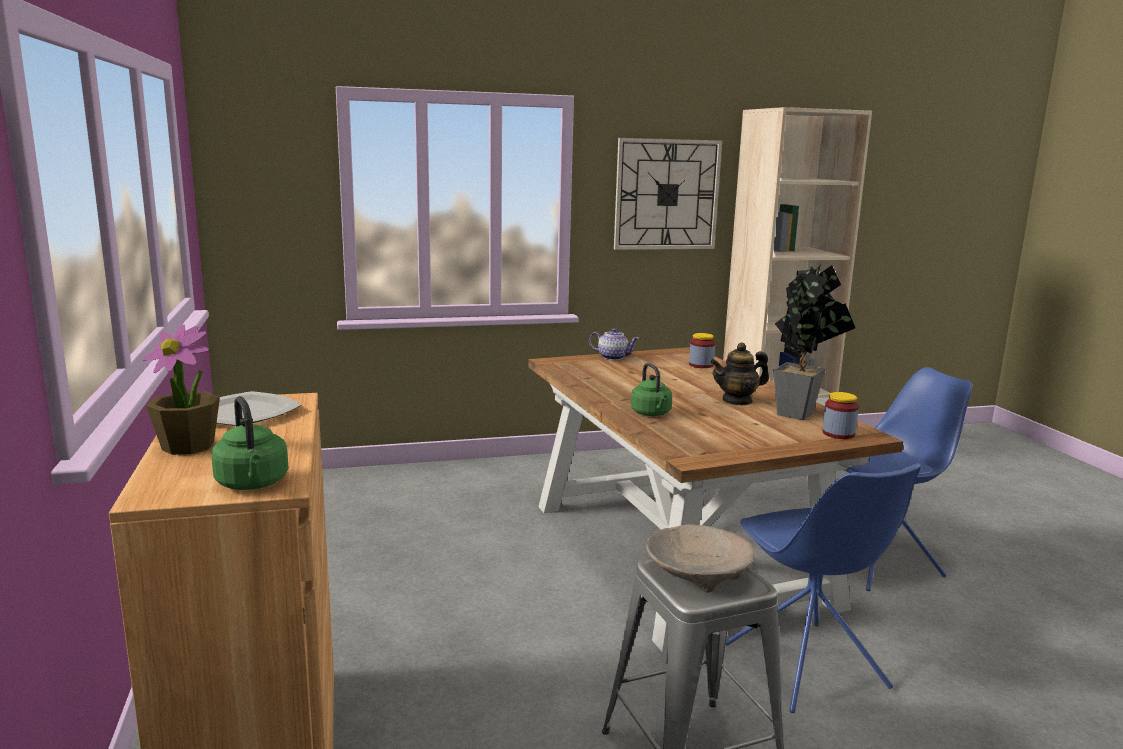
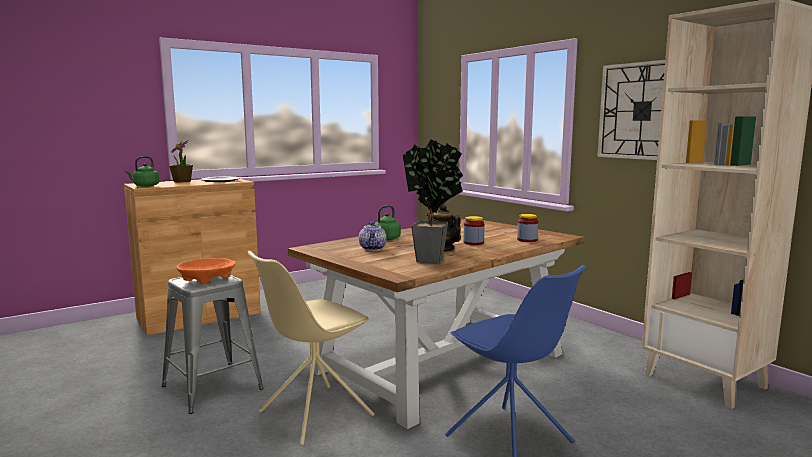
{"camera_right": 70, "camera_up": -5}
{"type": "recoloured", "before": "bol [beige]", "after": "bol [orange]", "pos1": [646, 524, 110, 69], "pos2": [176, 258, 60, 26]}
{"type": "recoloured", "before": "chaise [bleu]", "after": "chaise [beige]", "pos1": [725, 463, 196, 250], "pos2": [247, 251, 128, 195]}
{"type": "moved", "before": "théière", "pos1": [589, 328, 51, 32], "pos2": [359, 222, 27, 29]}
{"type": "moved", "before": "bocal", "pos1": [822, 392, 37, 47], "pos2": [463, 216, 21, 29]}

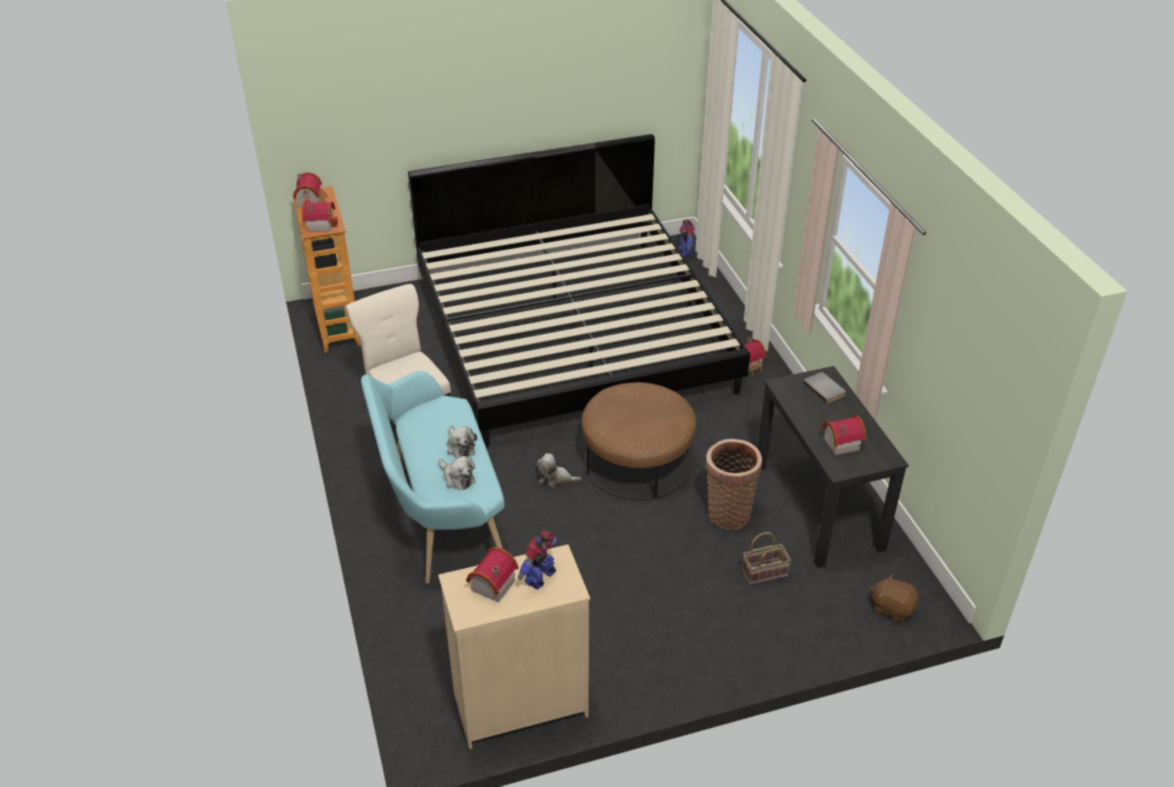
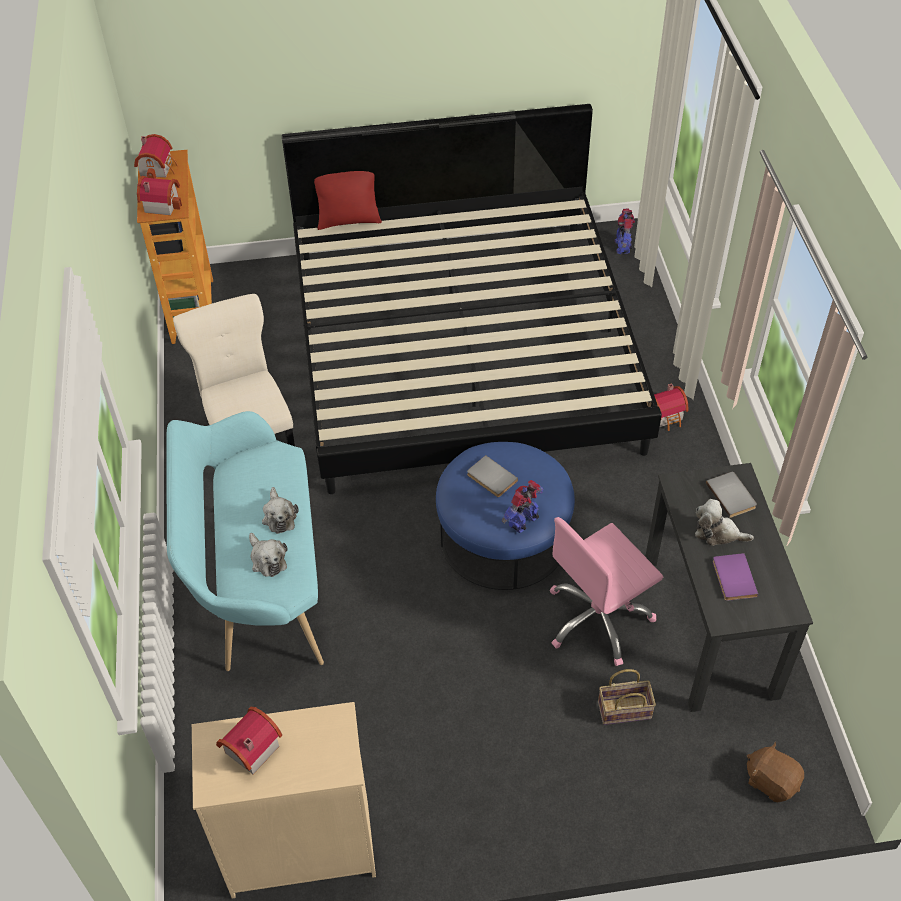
{"camera_right": 10, "camera_up": 10}
{"type": "added", "after": "coussin [rouge]", "pos2": [314, 171, 68, 59]}
{"type": "recoloured", "before": "pouf [marron]", "after": "pouf [bleu]", "pos1": [582, 382, 114, 118], "pos2": [436, 442, 139, 148]}
{"type": "added", "after": "livre [gris]", "pos2": [467, 455, 51, 42]}
{"type": "moved", "before": "robot jouet", "pos1": [518, 531, 40, 59], "pos2": [502, 480, 41, 53]}
{"type": "replaced", "before": "panier", "after": "chaise de bureau [rose]", "pos1": [706, 439, 56, 91], "pos2": [550, 517, 113, 149]}
{"type": "moved", "before": "peluche", "pos1": [537, 453, 44, 35], "pos2": [695, 499, 59, 47]}
{"type": "replaced", "before": "maison miniature", "after": "livre [violet]", "pos1": [822, 415, 44, 41], "pos2": [713, 553, 45, 48]}

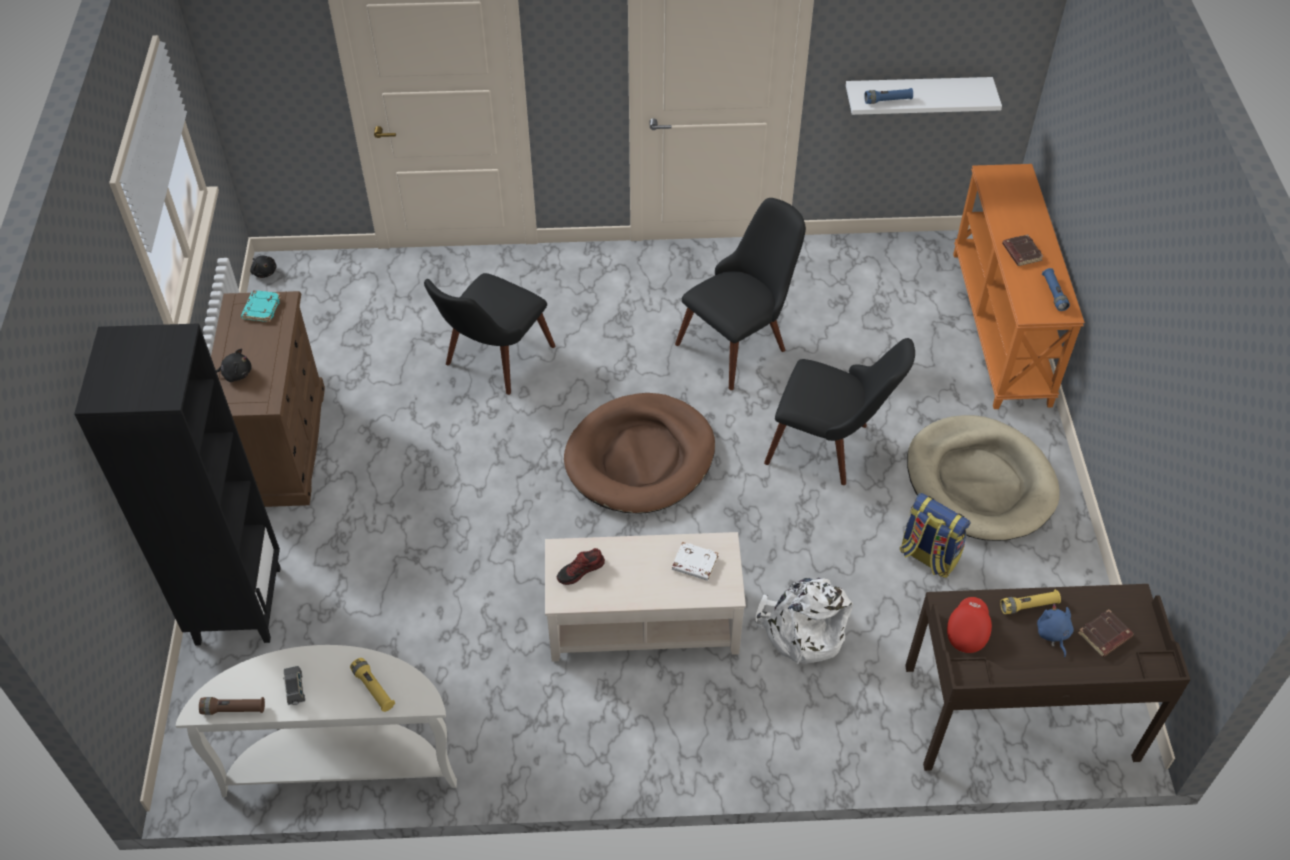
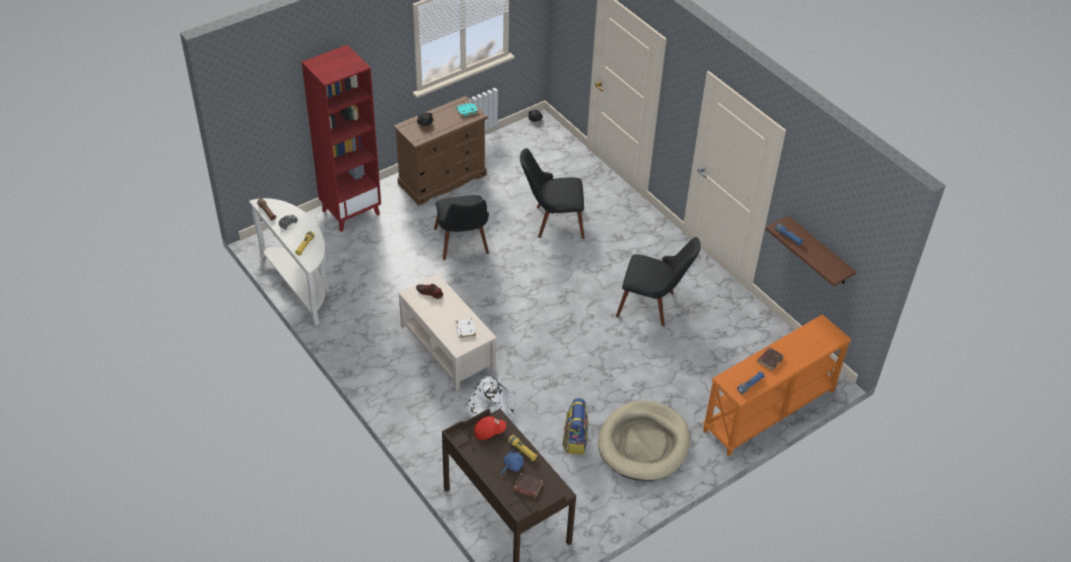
{"camera_right": 55, "camera_up": -5}
{"type": "recoloured", "before": "bibliothèque [noir]", "after": "bibliothèque [rouge]", "pos1": [74, 323, 207, 323], "pos2": [302, 45, 79, 187]}
{"type": "moved", "before": "chaise [noir]", "pos1": [764, 338, 151, 147], "pos2": [434, 195, 55, 65]}
{"type": "recoloured", "before": "étagère [blanc]", "after": "étagère [marron]", "pos1": [846, 77, 156, 38], "pos2": [766, 216, 90, 71]}
{"type": "removed", "before": "panier pour chien [marron]", "pos1": [564, 393, 151, 121]}

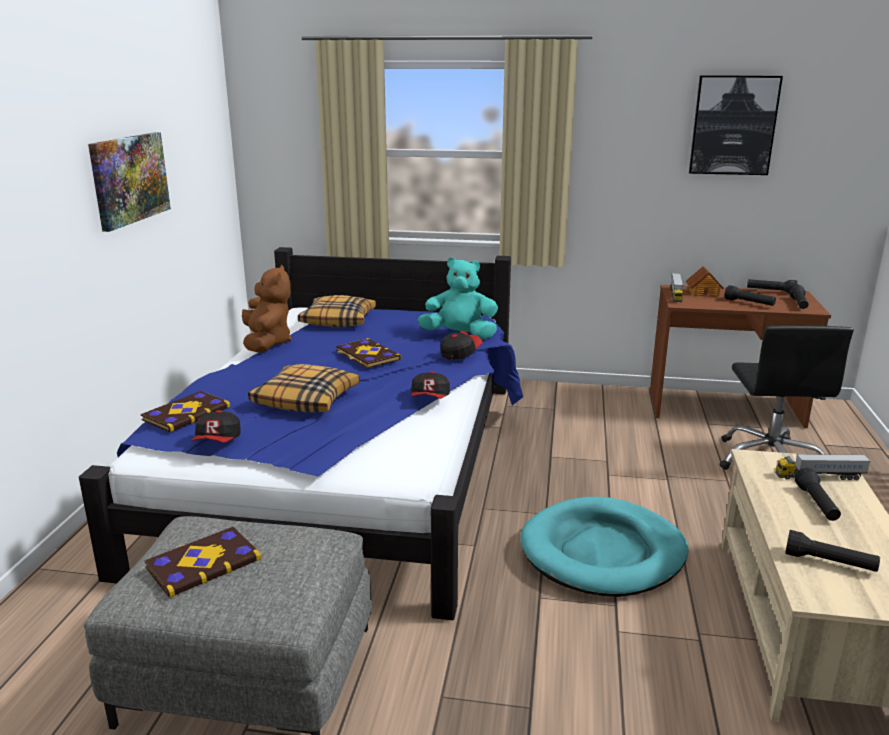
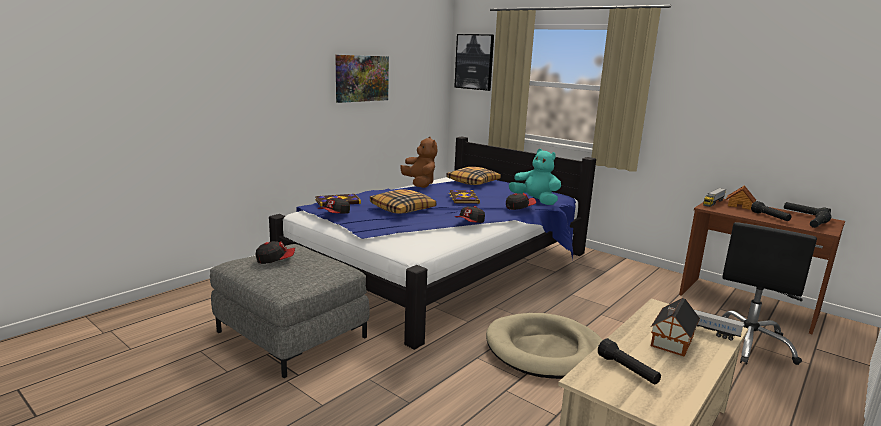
{"camera_right": 30, "camera_up": -5}
{"type": "replaced", "before": "livre", "after": "casquette", "pos1": [145, 527, 116, 71], "pos2": [256, 241, 39, 23]}
{"type": "turned", "before": "peluche [marron]", "pos1": [242, 265, 50, 88], "pos2": [400, 137, 37, 51], "turn": -45}
{"type": "moved", "before": "tableau", "pos1": [689, 75, 94, 100], "pos2": [454, 34, 40, 57]}
{"type": "recoloured", "before": "panier pour chien [turquoise]", "after": "panier pour chien [beige]", "pos1": [520, 497, 168, 100], "pos2": [486, 313, 117, 66]}
{"type": "replaced", "before": "lampe de poche [noir]", "after": "maison miniature", "pos1": [795, 468, 46, 53], "pos2": [651, 298, 49, 59]}

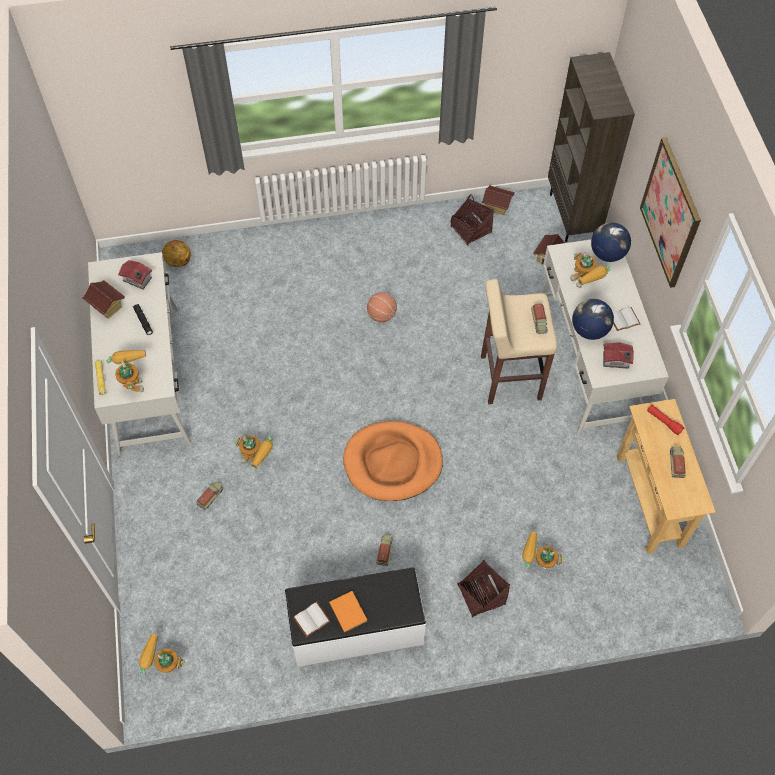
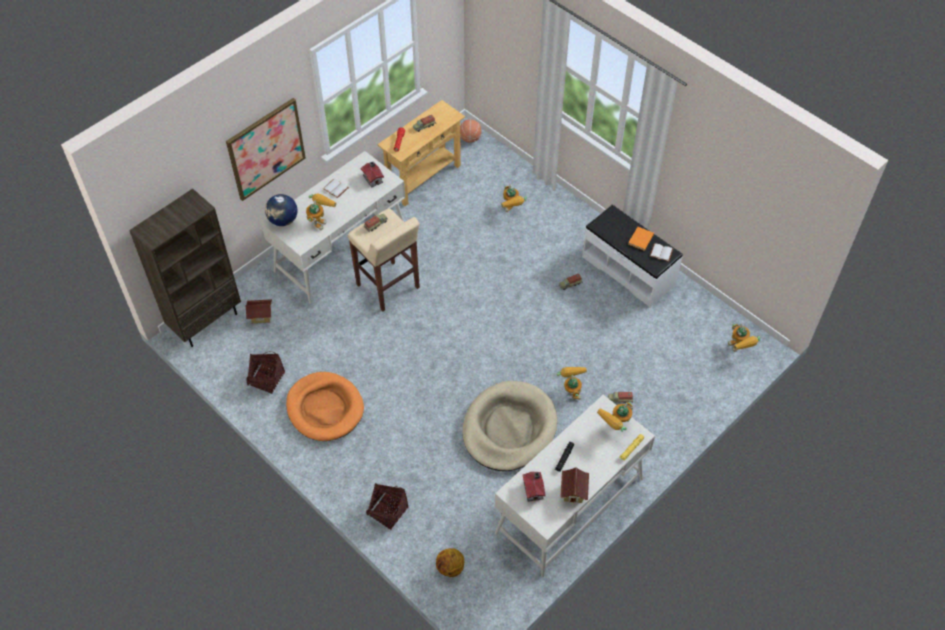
{"camera_right": -125, "camera_up": -5}
{"type": "moved", "before": "panier pour chien [orange]", "pos1": [343, 421, 100, 80], "pos2": [286, 372, 78, 69]}
{"type": "moved", "before": "panier", "pos1": [457, 560, 53, 58], "pos2": [366, 483, 42, 47]}
{"type": "moved", "before": "ballon de basket", "pos1": [367, 292, 30, 31], "pos2": [460, 119, 21, 24]}
{"type": "added", "after": "panier pour chien [beige]", "pos2": [463, 381, 94, 90]}
{"type": "removed", "before": "maison miniature", "pos1": [481, 185, 34, 30]}
{"type": "removed", "before": "globe", "pos1": [572, 299, 42, 41]}

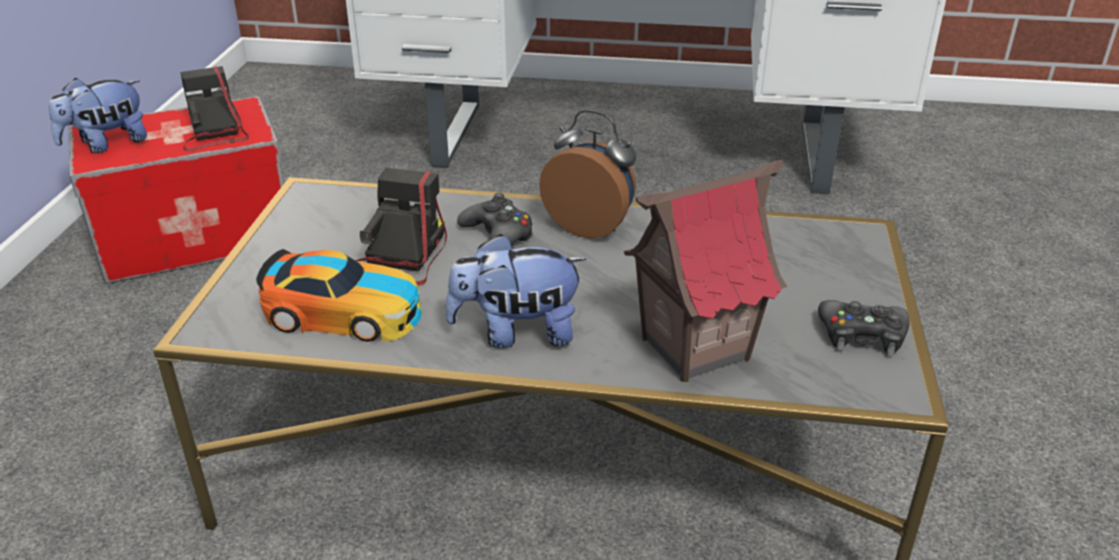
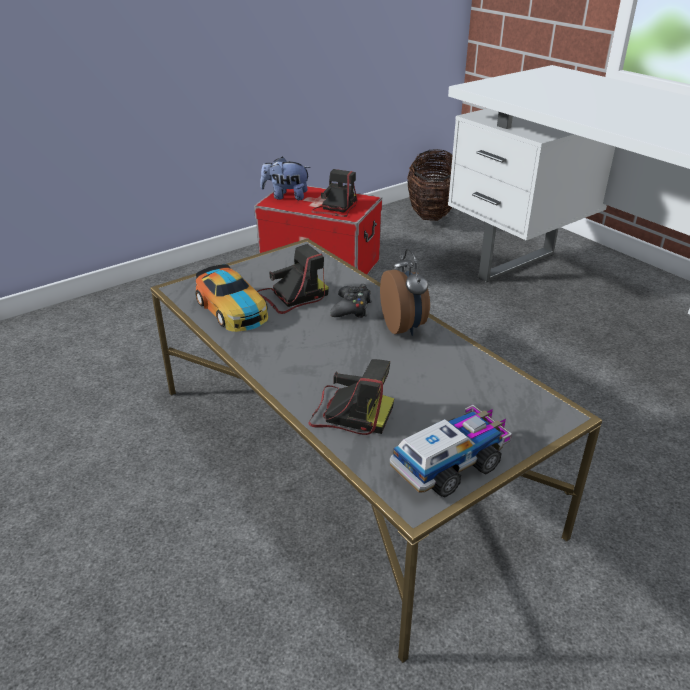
{"camera_right": 45, "camera_up": 0}
{"type": "replaced", "before": "maison miniature", "after": "appareil photo", "pos1": [624, 160, 163, 222], "pos2": [308, 359, 86, 76]}
{"type": "replaced", "before": "manette [noir]", "after": "camion jouet", "pos1": [818, 300, 92, 56], "pos2": [390, 405, 122, 92]}
{"type": "added", "after": "panier", "pos2": [407, 149, 46, 72]}
{"type": "removed", "before": "peluche", "pos1": [446, 234, 141, 114]}

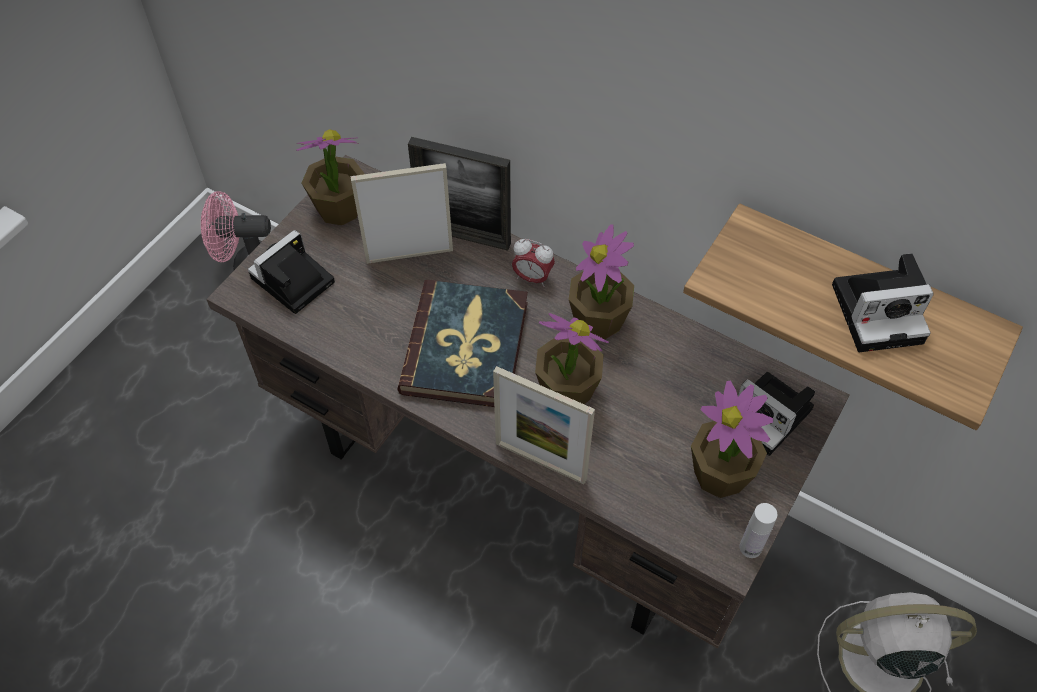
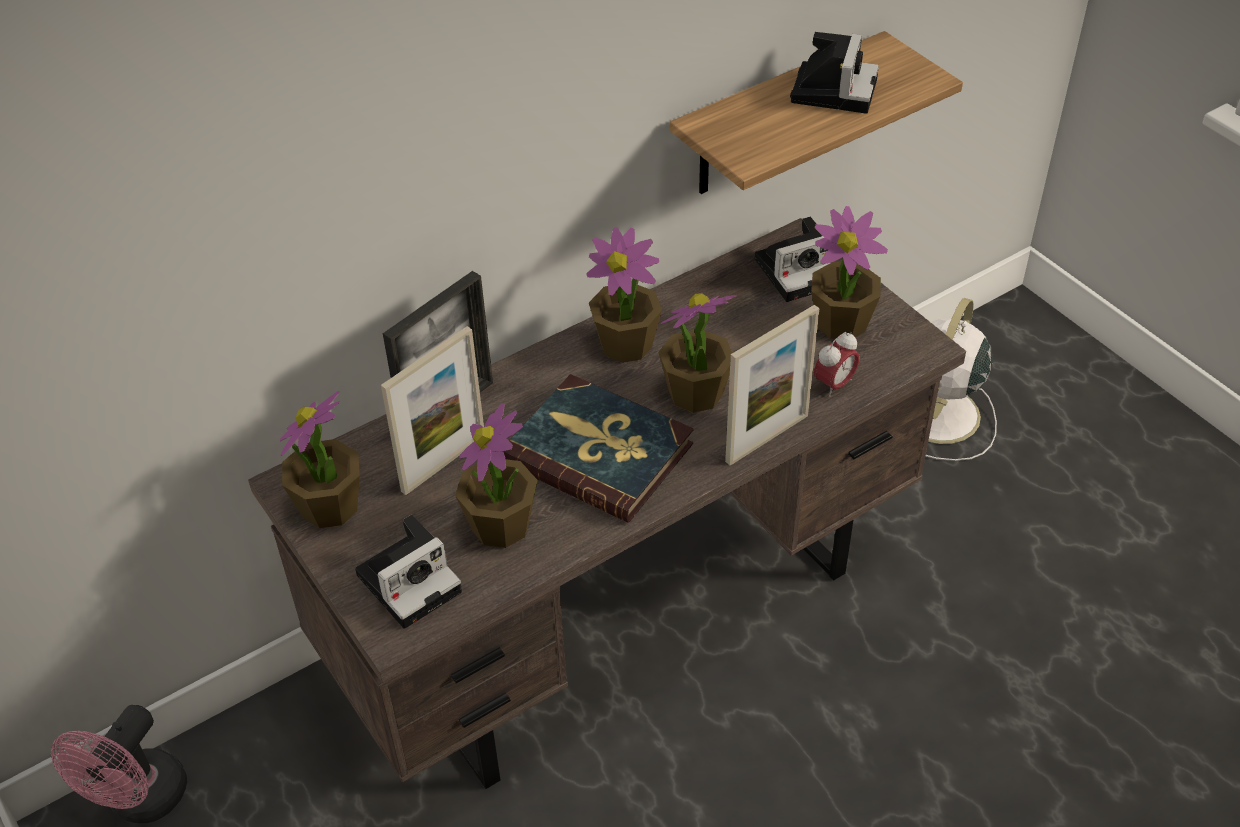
{"camera_right": -65, "camera_up": -10}
{"type": "turned", "before": "appareil photo", "pos1": [248, 230, 87, 84], "pos2": [355, 515, 107, 114], "turn": -105}
{"type": "turned", "before": "cadre photo", "pos1": [351, 163, 102, 101], "pos2": [381, 326, 103, 169], "turn": -150}
{"type": "added", "after": "plante en pot", "pos2": [455, 404, 83, 144]}
{"type": "moved", "before": "réveil", "pos1": [512, 239, 43, 48], "pos2": [814, 332, 45, 65]}
{"type": "removed", "before": "bouteille [blanc]", "pos1": [739, 503, 38, 55]}

